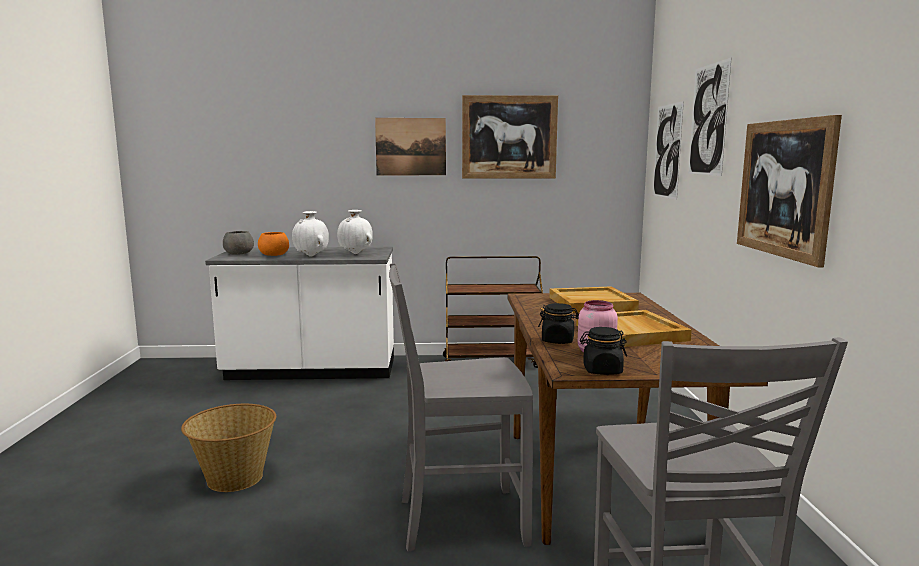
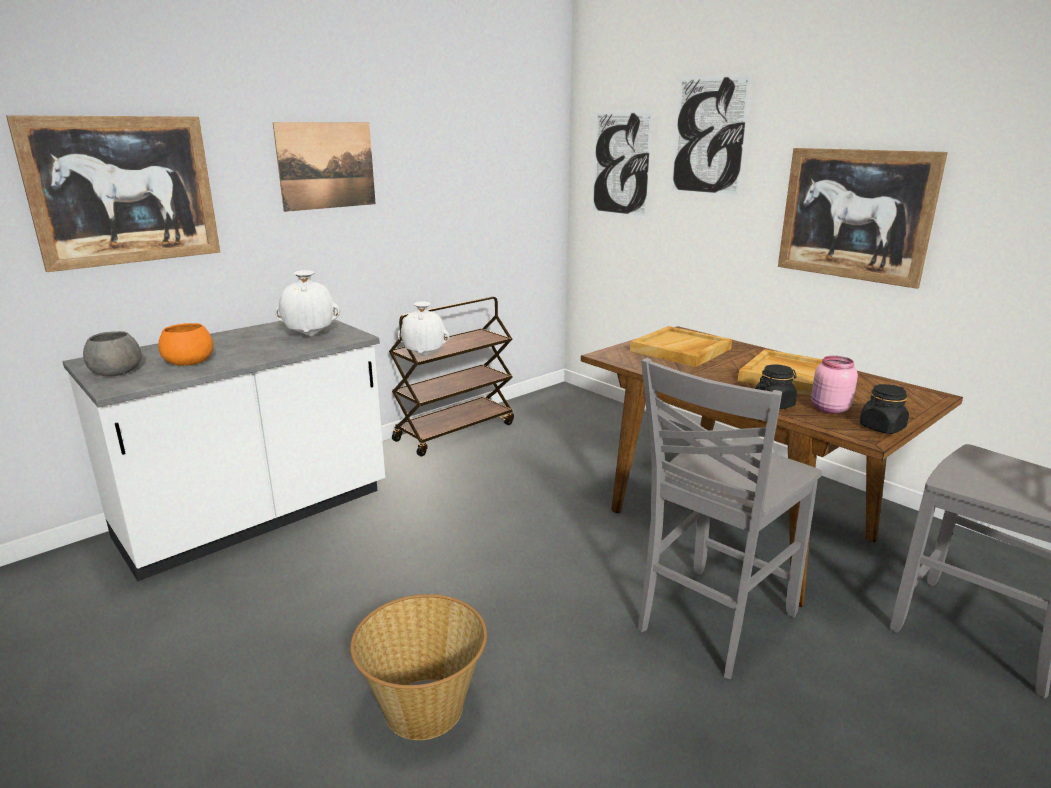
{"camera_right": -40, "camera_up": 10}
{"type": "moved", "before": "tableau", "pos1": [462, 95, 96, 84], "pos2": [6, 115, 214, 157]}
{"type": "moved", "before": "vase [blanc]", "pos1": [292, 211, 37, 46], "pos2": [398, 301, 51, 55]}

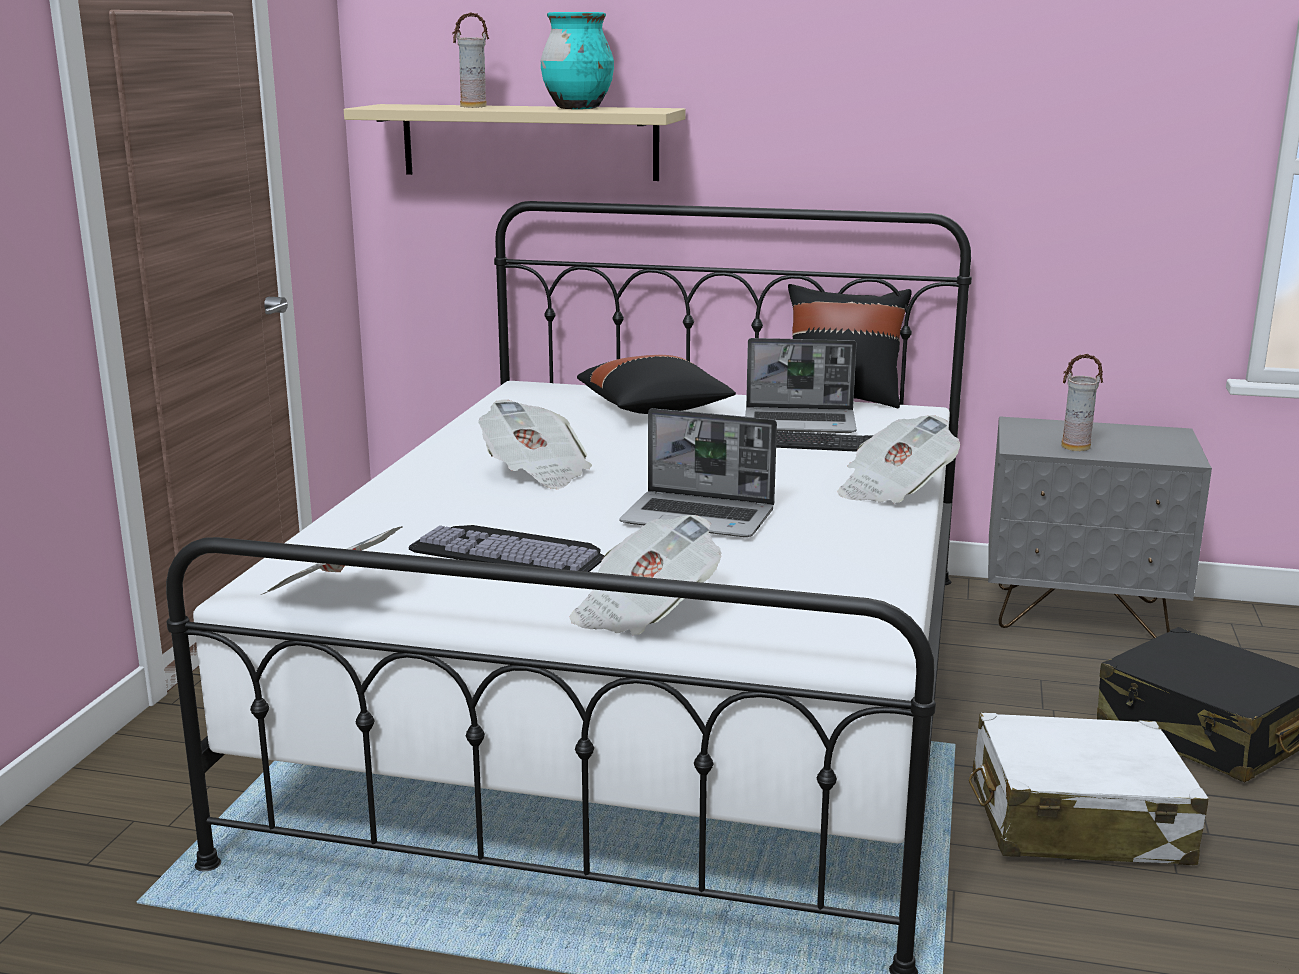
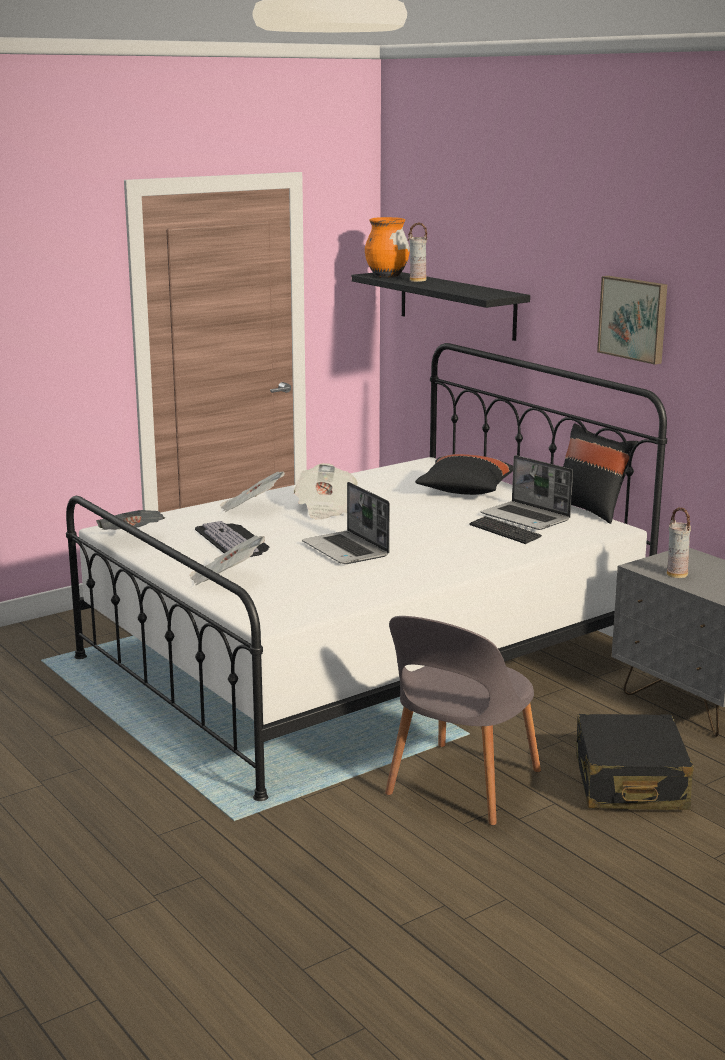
{"camera_right": 40, "camera_up": 0}
{"type": "moved", "before": "journal", "pos1": [838, 415, 122, 88], "pos2": [220, 472, 65, 40]}
{"type": "recoloured", "before": "étagère [beige]", "after": "étagère [noir]", "pos1": [344, 104, 342, 77], "pos2": [351, 272, 179, 69]}
{"type": "added", "after": "vase [orange]", "pos2": [365, 217, 45, 60]}
{"type": "replaced", "before": "valise [blanc]", "after": "chaise [gris]", "pos1": [969, 712, 240, 153], "pos2": [385, 616, 156, 209]}
{"type": "added", "after": "tableau", "pos2": [597, 276, 70, 89]}
{"type": "removed", "before": "vase [turquoise]", "pos1": [541, 12, 73, 97]}

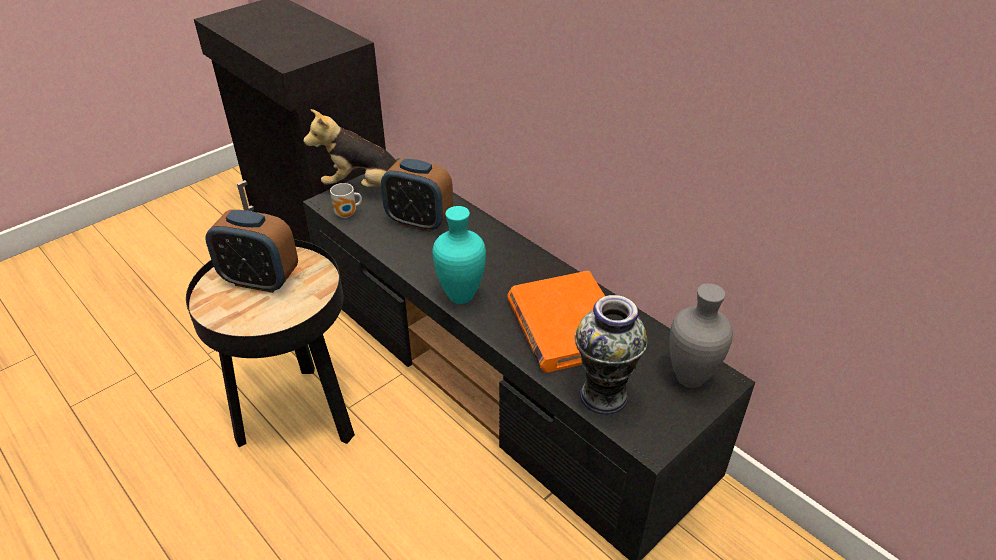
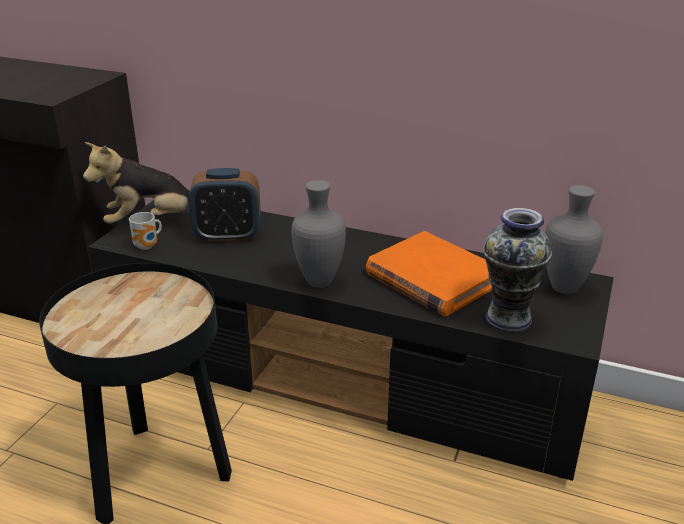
{"camera_right": -25, "camera_up": -10}
{"type": "recoloured", "before": "vase [turquoise]", "after": "vase [gris]", "pos1": [433, 206, 53, 98], "pos2": [291, 180, 55, 108]}
{"type": "removed", "before": "réveil", "pos1": [205, 209, 93, 84]}

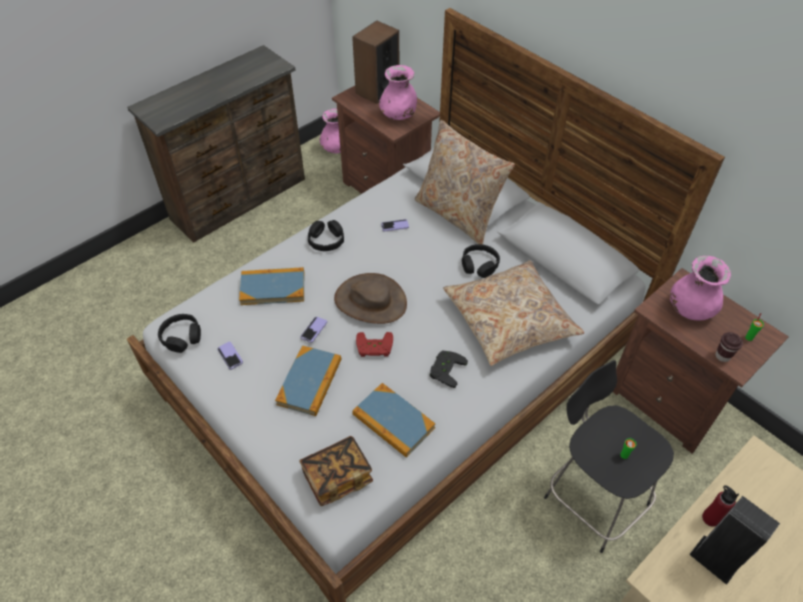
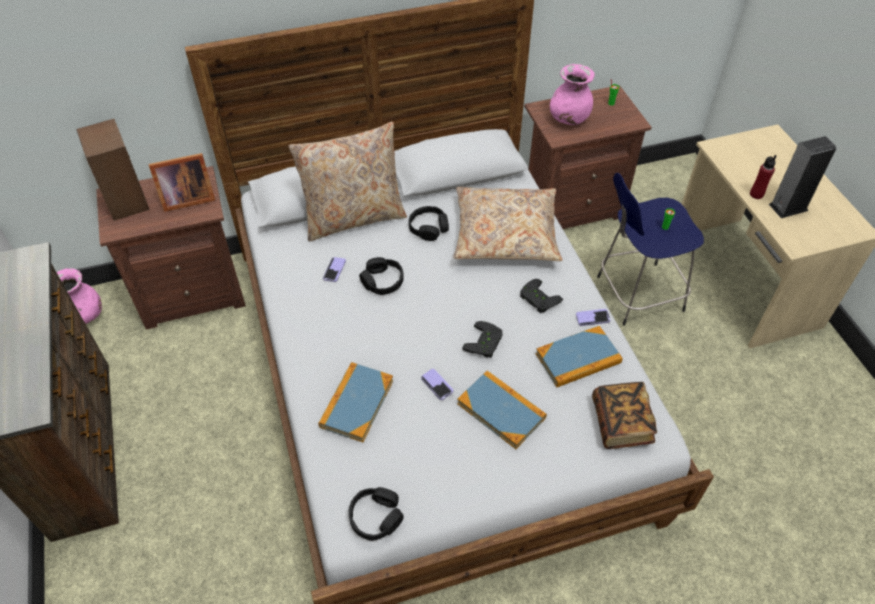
{"camera_right": -65, "camera_up": 0}
{"type": "replaced", "before": "vase [rose]", "after": "cadre photo", "pos1": [379, 65, 38, 55], "pos2": [149, 153, 66, 59]}
{"type": "moved", "before": "casque audio [noir]", "pos1": [308, 220, 36, 31], "pos2": [359, 257, 45, 38]}
{"type": "recoloured", "before": "manette [rouge]", "after": "manette [noir]", "pos1": [356, 332, 37, 25], "pos2": [462, 321, 41, 37]}
{"type": "moved", "before": "téléphone", "pos1": [217, 342, 26, 28], "pos2": [576, 309, 35, 17]}
{"type": "recoloured", "before": "tabouret [noir]", "after": "tabouret [bleu]", "pos1": [544, 360, 130, 193], "pos2": [597, 173, 107, 153]}
{"type": "removed", "before": "chapeau [marron]", "pos1": [334, 273, 73, 51]}
{"type": "removed", "before": "tasse [marron]", "pos1": [716, 332, 27, 30]}

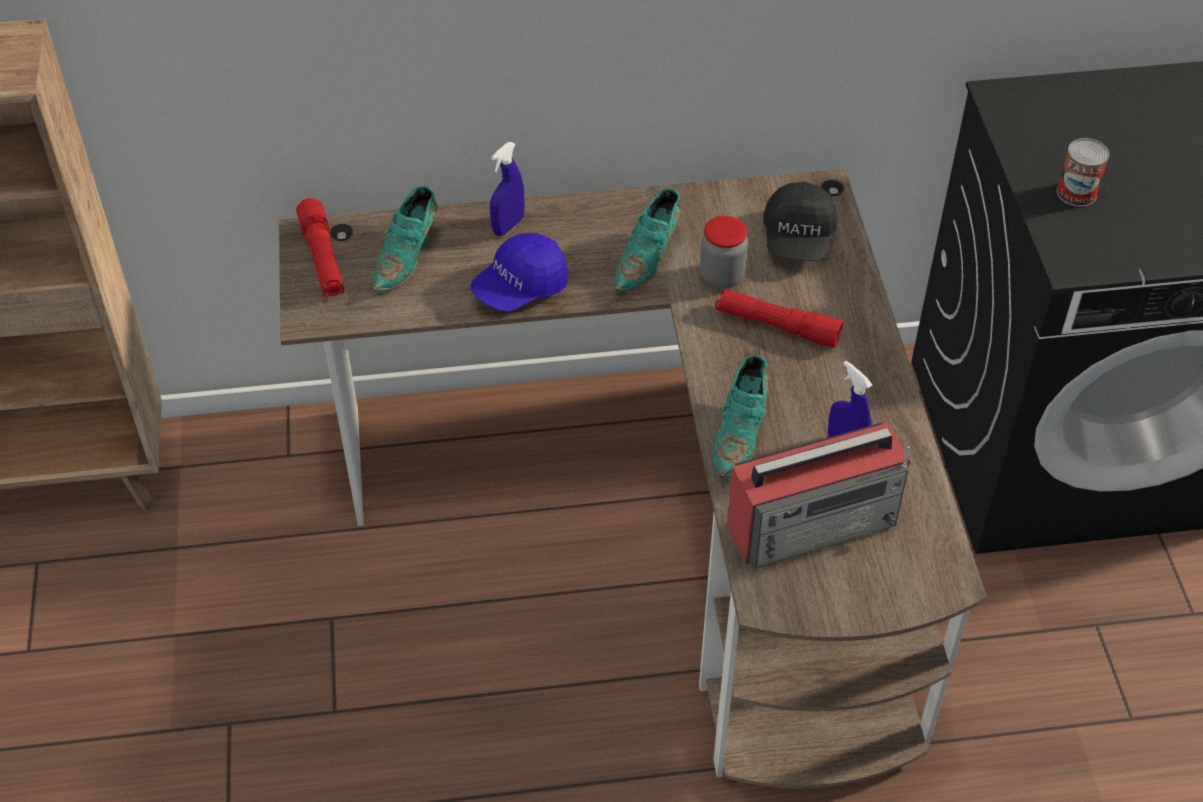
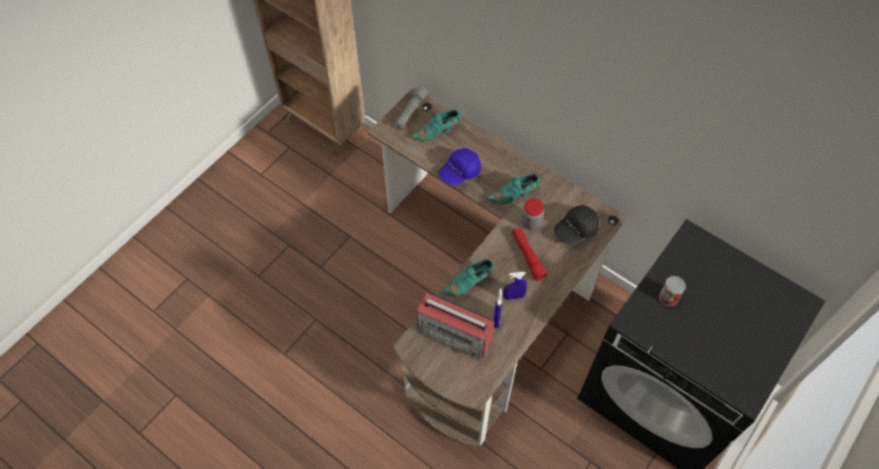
{"camera_right": 45, "camera_up": 10}
{"type": "recoloured", "before": "lampe de poche [rouge]", "after": "lampe de poche [gris]", "pos1": [296, 198, 49, 99], "pos2": [394, 86, 34, 44]}
{"type": "turned", "before": "casquette [bleu]", "pos1": [470, 233, 98, 79], "pos2": [438, 148, 43, 38], "turn": -45}
{"type": "moved", "before": "vaporisateur [bleu]", "pos1": [490, 142, 35, 94], "pos2": [504, 272, 23, 28]}

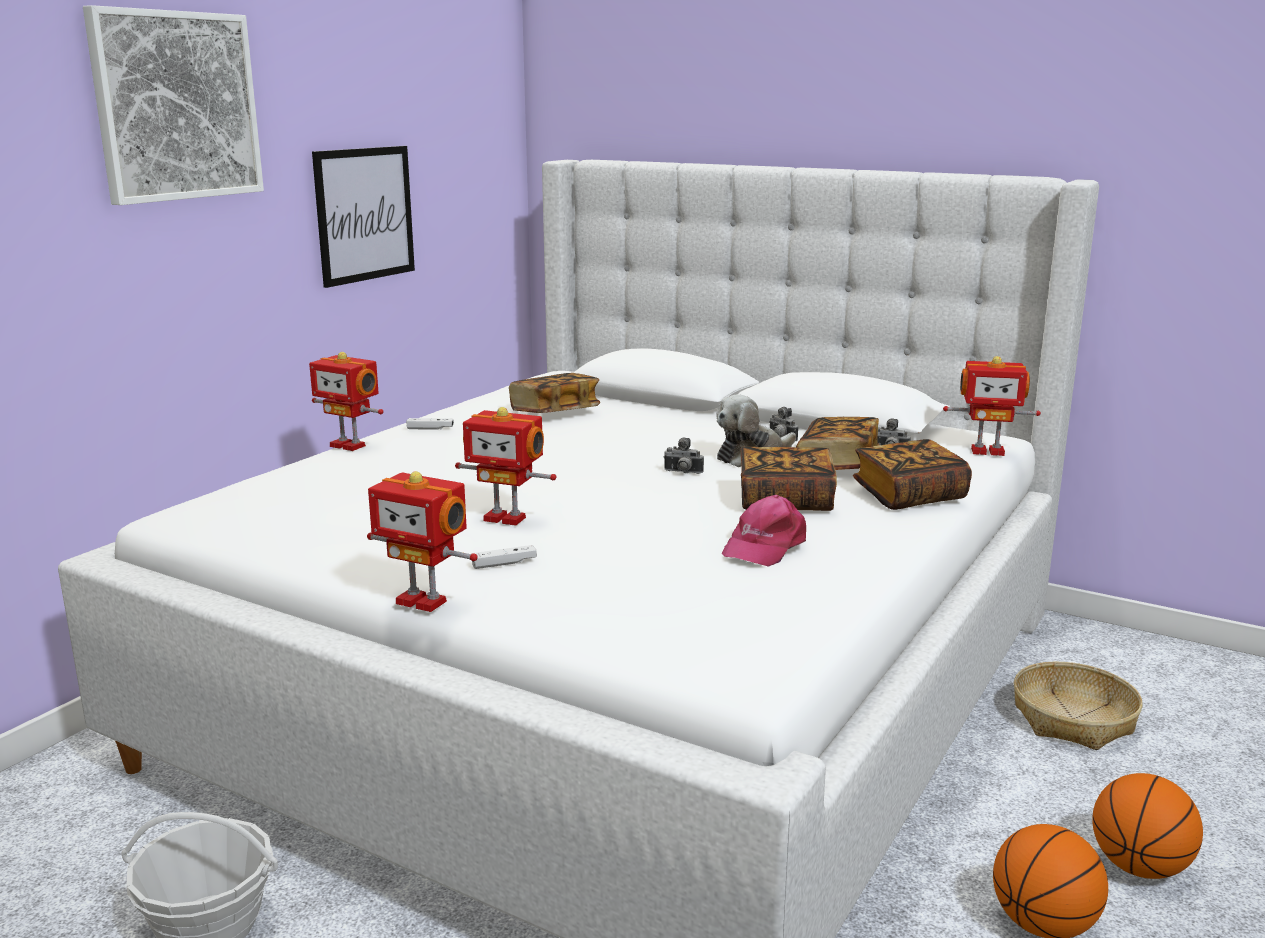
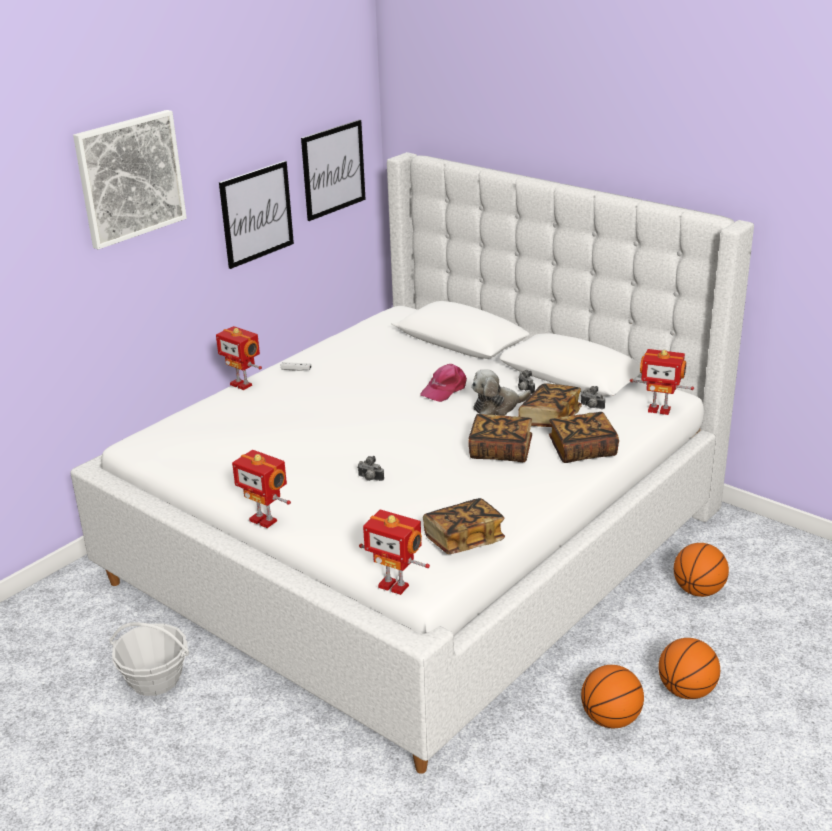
{"camera_right": 10, "camera_up": 10}
{"type": "added", "after": "tableau", "pos2": [301, 120, 65, 101]}
{"type": "moved", "before": "appareil photo", "pos1": [664, 438, 40, 36], "pos2": [357, 456, 27, 25]}
{"type": "moved", "before": "robot jouet", "pos1": [455, 407, 101, 119], "pos2": [359, 509, 71, 86]}
{"type": "moved", "before": "casquette [rose]", "pos1": [722, 495, 84, 72], "pos2": [420, 364, 47, 38]}
{"type": "moved", "before": "livre", "pos1": [509, 373, 91, 40], "pos2": [423, 498, 82, 56]}
{"type": "replaced", "before": "panier", "after": "ballon de basket", "pos1": [1013, 662, 130, 88], "pos2": [674, 543, 55, 54]}
{"type": "removed", "before": "manette [blanc]", "pos1": [472, 545, 65, 24]}

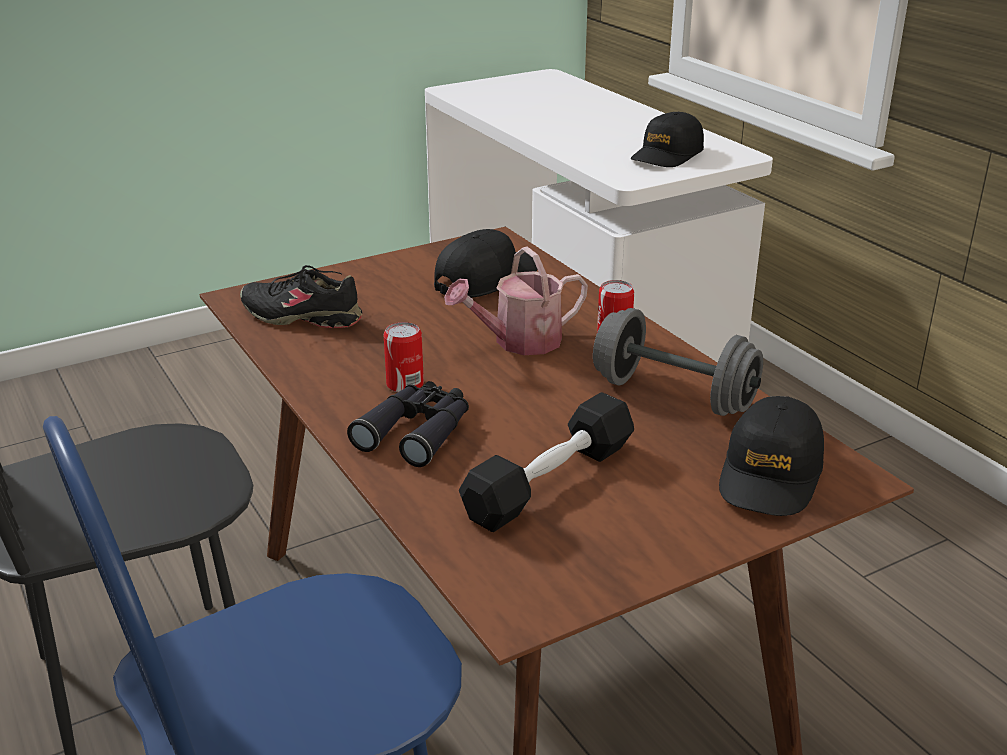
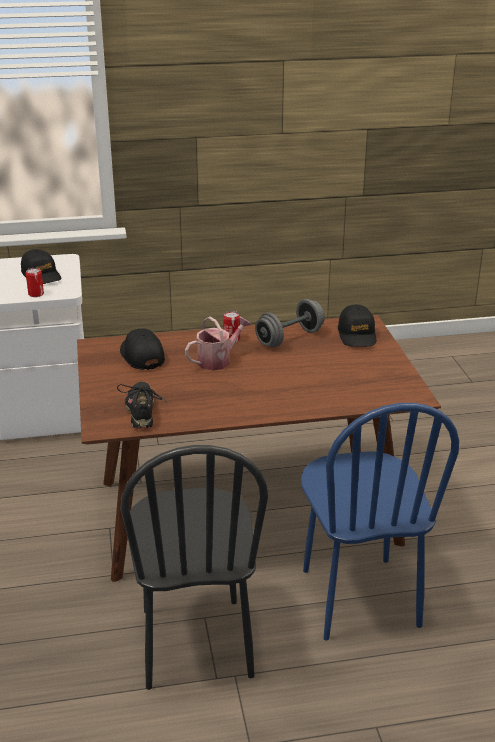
{"camera_right": -70, "camera_up": 0}
{"type": "moved", "before": "boîte métallique", "pos1": [384, 322, 40, 71], "pos2": [26, 268, 18, 29]}
{"type": "turned", "before": "chaussure [noir]", "pos1": [240, 265, 122, 63], "pos2": [117, 382, 47, 47], "turn": 135}
{"type": "turned", "before": "arrosoir", "pos1": [444, 247, 144, 108], "pos2": [185, 316, 67, 55], "turn": -120}
{"type": "turned", "before": "casquette [noir]", "pos1": [719, 396, 105, 120], "pos2": [338, 304, 38, 43], "turn": 45}
{"type": "removed", "before": "jumelles [noir]", "pos1": [347, 381, 122, 86]}
{"type": "removed", "before": "haltère [noir]", "pos1": [459, 392, 175, 140]}

